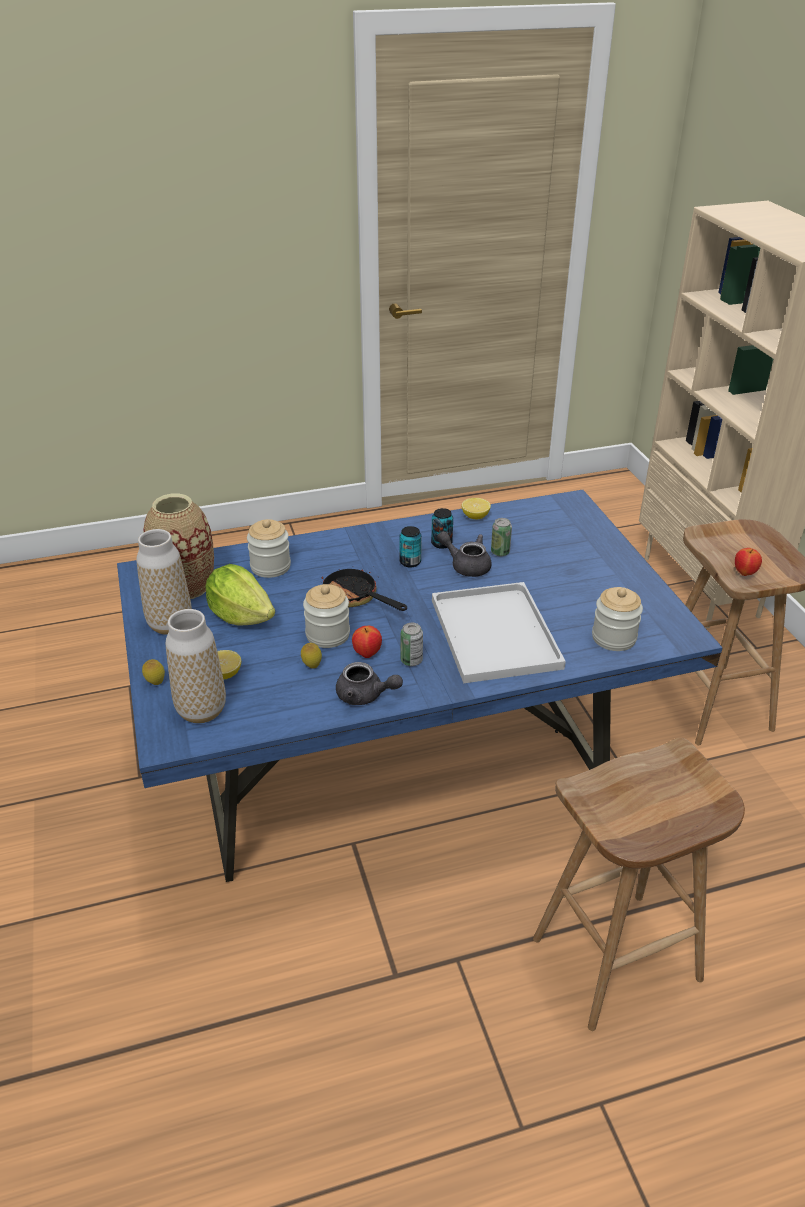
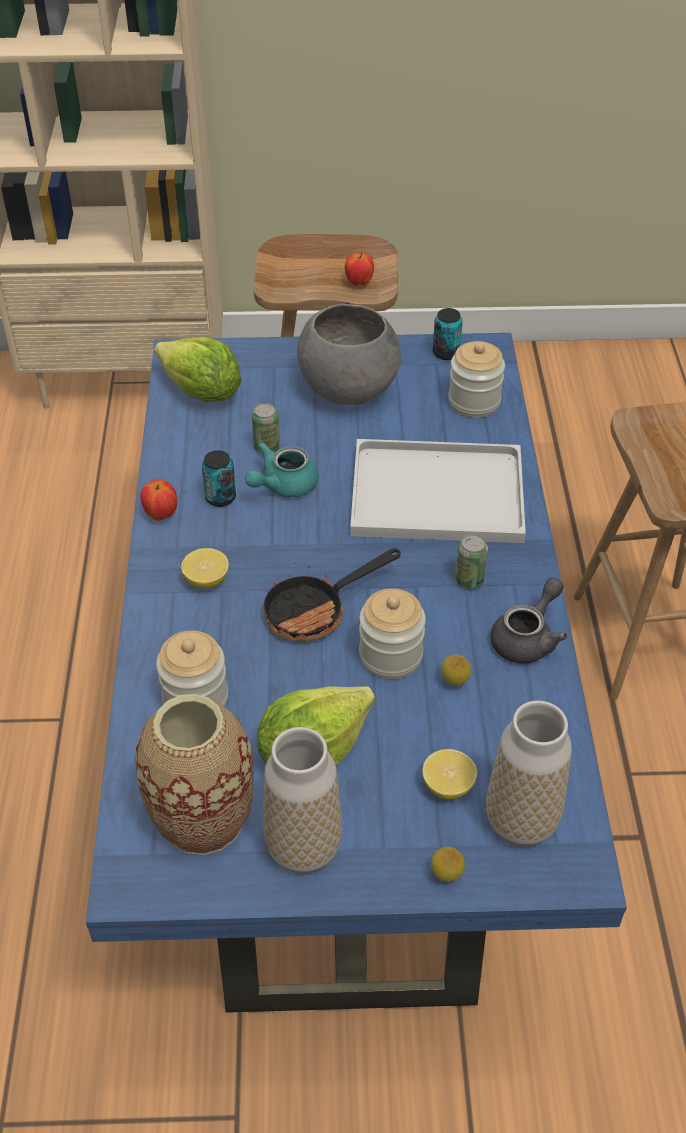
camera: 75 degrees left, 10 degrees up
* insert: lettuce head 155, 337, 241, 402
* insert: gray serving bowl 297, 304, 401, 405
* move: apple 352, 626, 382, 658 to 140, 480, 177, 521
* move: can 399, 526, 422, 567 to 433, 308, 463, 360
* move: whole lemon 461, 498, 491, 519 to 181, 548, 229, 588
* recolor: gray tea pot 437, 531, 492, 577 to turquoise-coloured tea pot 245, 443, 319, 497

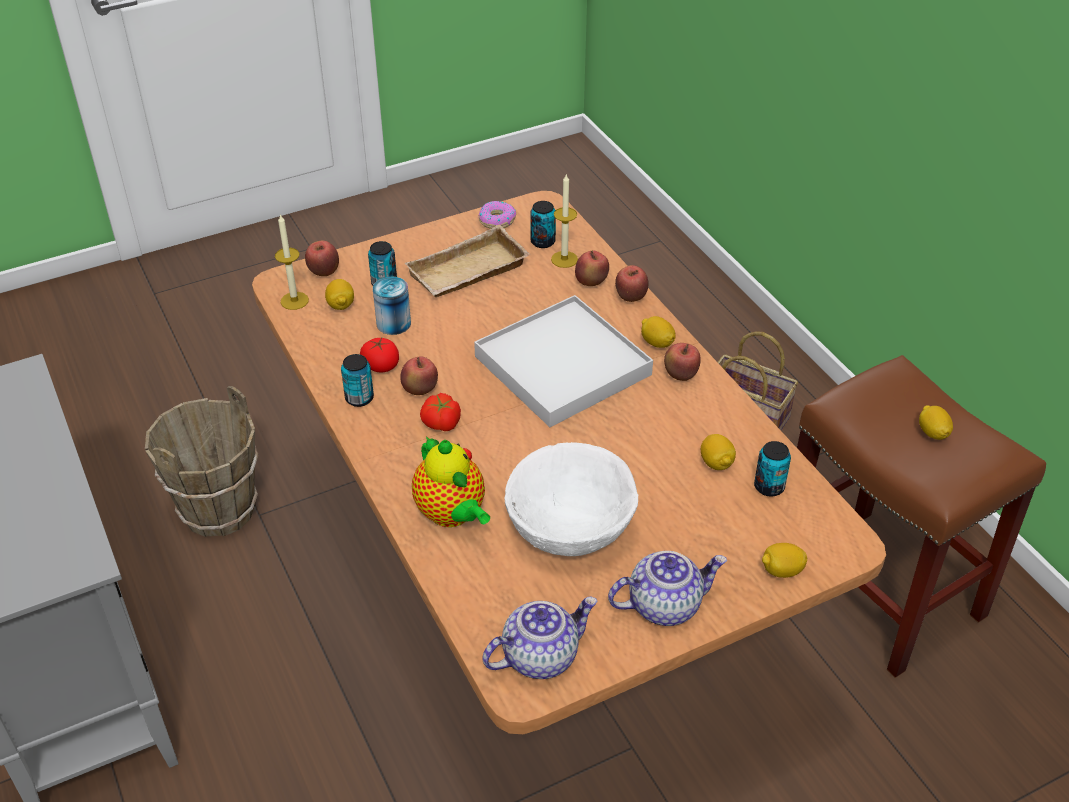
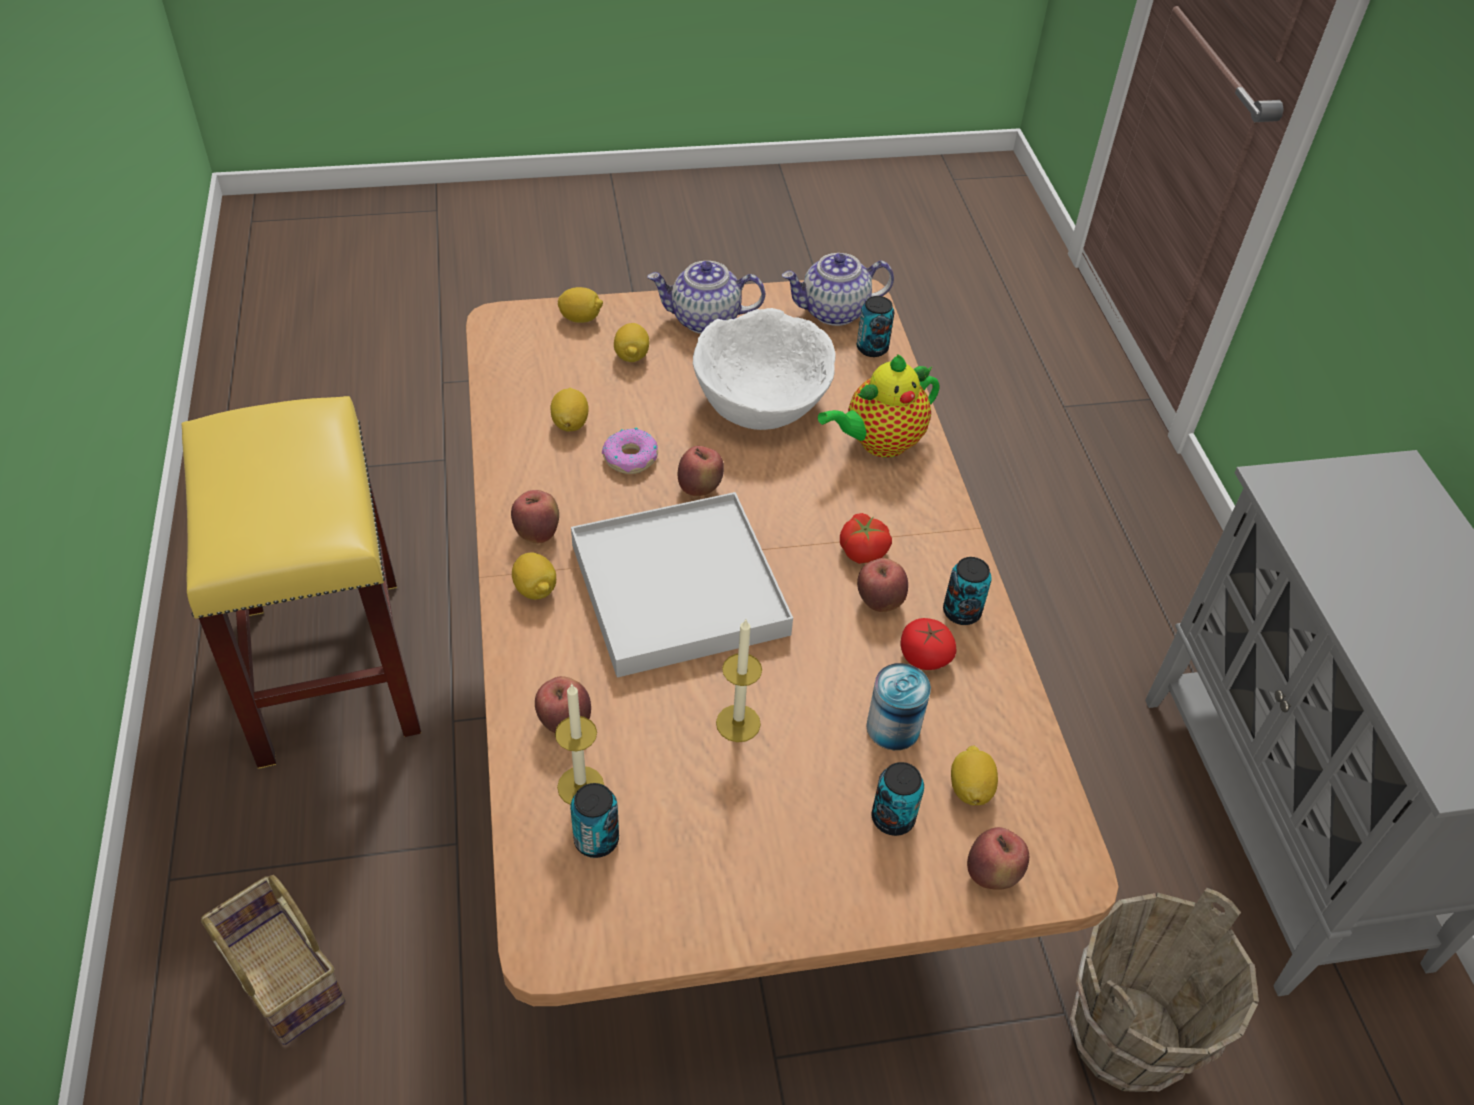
camera: 165 degrees left, 5 degrees up
* delete: beige serving tray 404, 225, 531, 297
* move: wax light 275, 214, 309, 310 to 716, 620, 762, 742
* move: ring doughnut 479, 201, 516, 229 to 602, 427, 658, 474
* move: apple 615, 265, 649, 302 to 678, 446, 724, 496
* move: can 754, 441, 791, 497 to 857, 296, 894, 357
* move: whole lemon 919, 405, 953, 440 to 614, 323, 649, 362
* recolor: brown stool seat 797, 355, 1046, 678 to yellow-coloured stool seat 181, 396, 421, 769
* rotate: tea pot 412, 436, 490, 527 = 818, 354, 940, 457 105 degrees counterclockwise

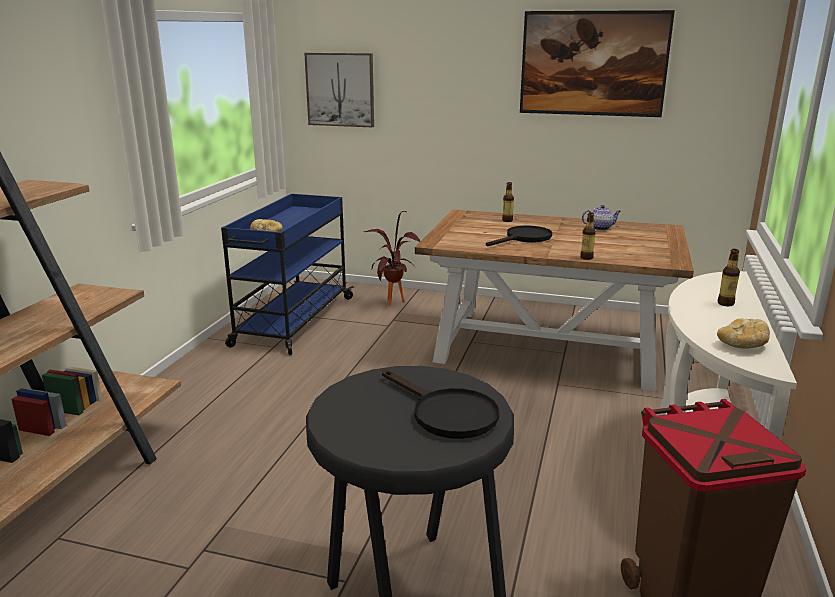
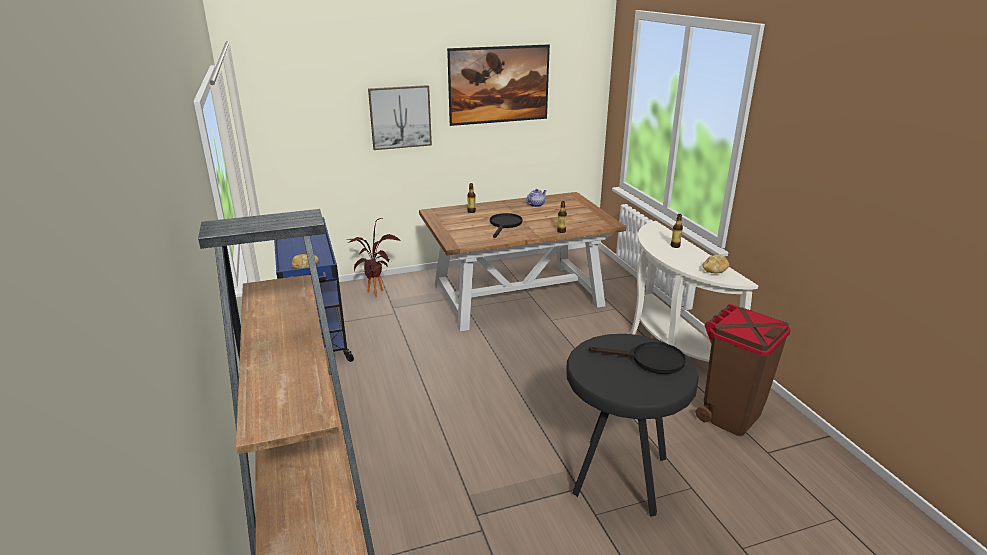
camera: 35 degrees left, 5 degrees up
* move: picture 304, 53, 374, 128 to 368, 85, 432, 150

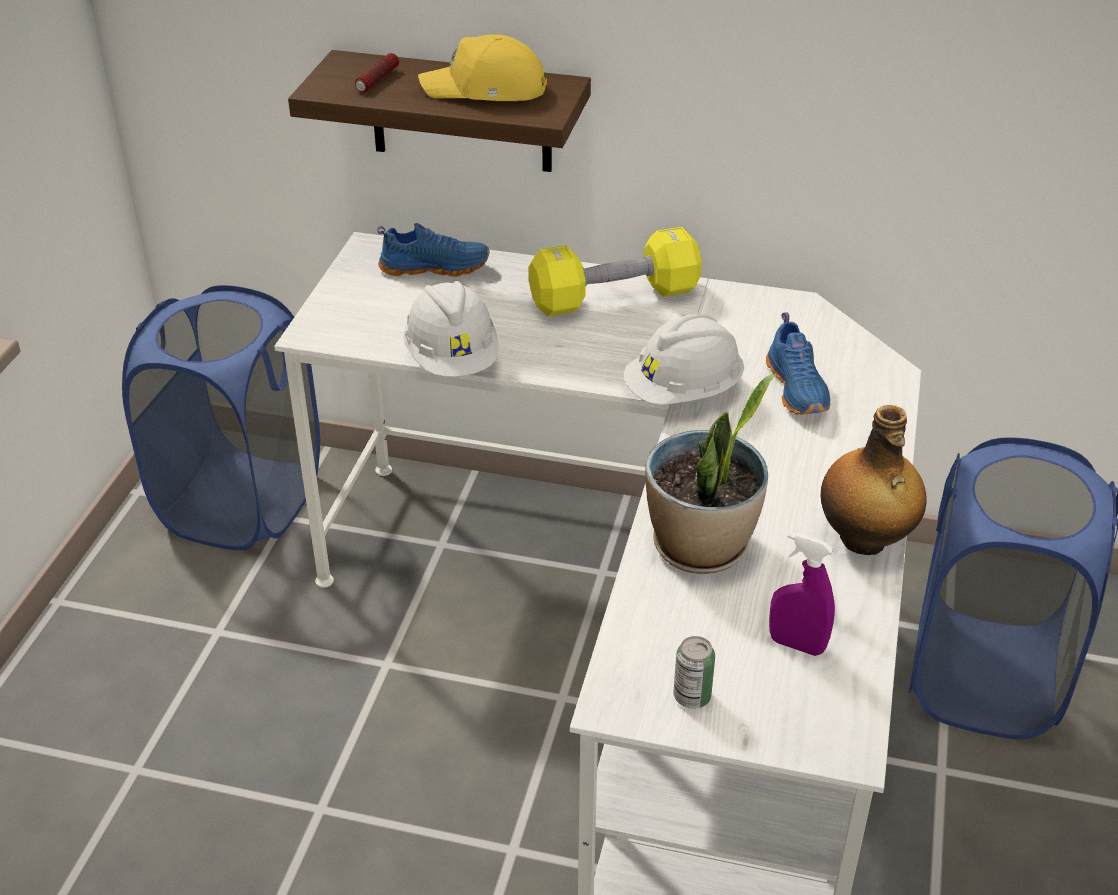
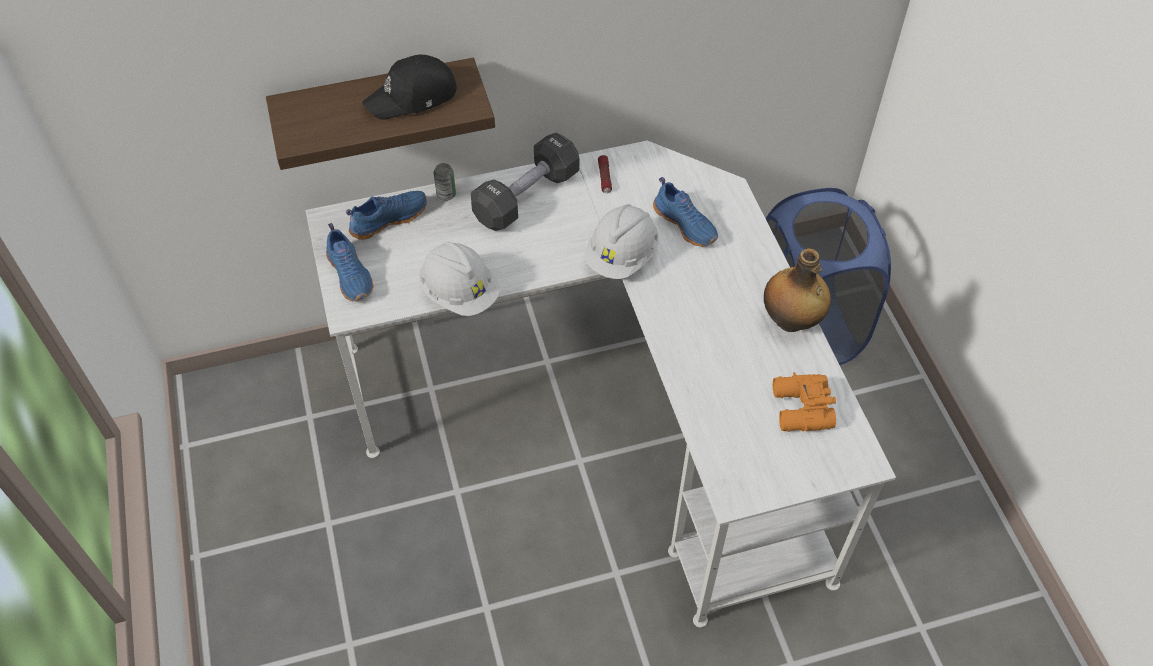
camera: 30 degrees left, 15 degrees up
* delete: blue laundry basket 122, 285, 320, 551
* delete: potted plant 645, 374, 776, 574
* insert: blue shoe 326, 223, 373, 301
* move: flashlight 355, 53, 399, 92 to 598, 155, 612, 193
* move: can 673, 636, 715, 709 to 434, 163, 456, 201
* replace: purple spray bottle 769, 532, 835, 656 to orangey pair of binoculars 773, 372, 836, 432
* recolor: yellow-coloured baseball cap 418, 34, 547, 101 to blackish baseball cap 362, 55, 457, 120
* recolor: yellow-coloured hand weight 529, 227, 702, 317 to blackish hand weight 471, 133, 579, 231

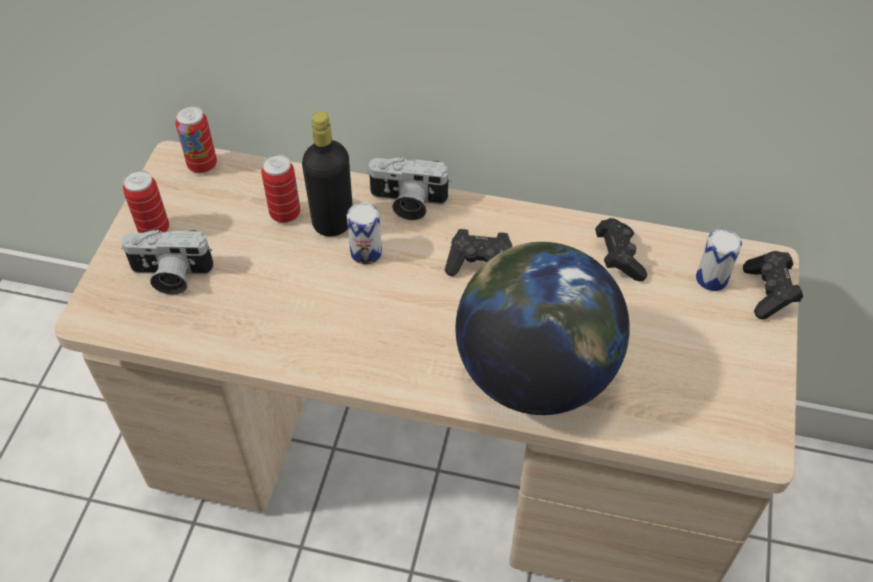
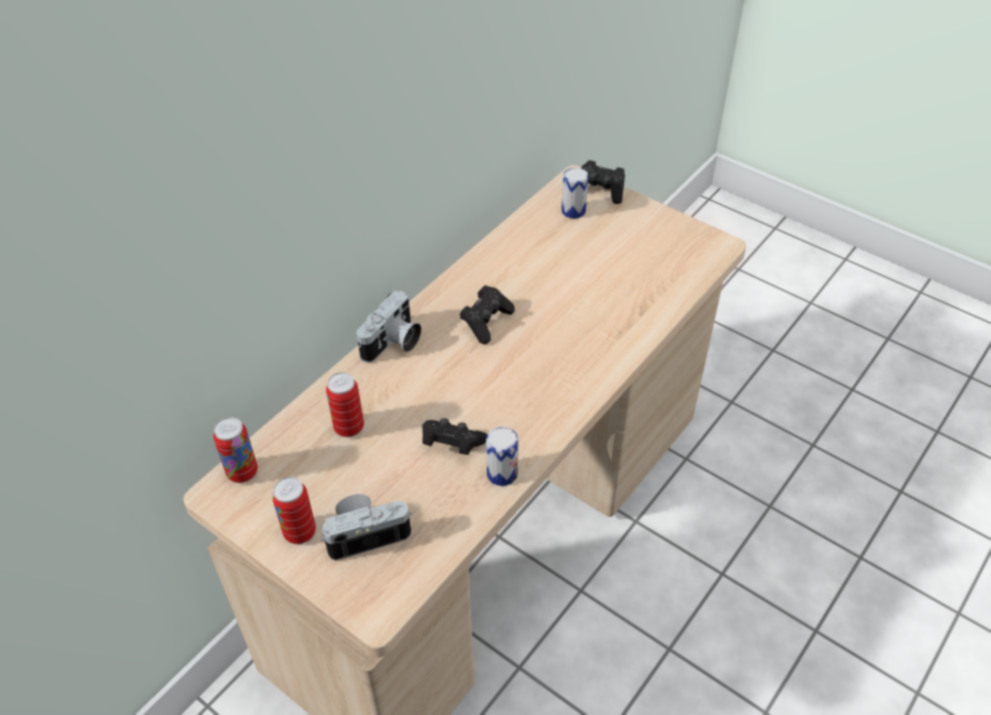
camera: 65 degrees left, 5 degrees down
* delete: blackish bottle 302, 111, 353, 237
* delete: globe 456, 242, 630, 415
* move: can 347, 203, 382, 264 to 486, 427, 518, 486
* move: blackish joypad 595, 218, 647, 282 to 422, 418, 487, 455
* rotate: still camera 121, 230, 214, 295 = 321, 494, 412, 561 135 degrees counterclockwise

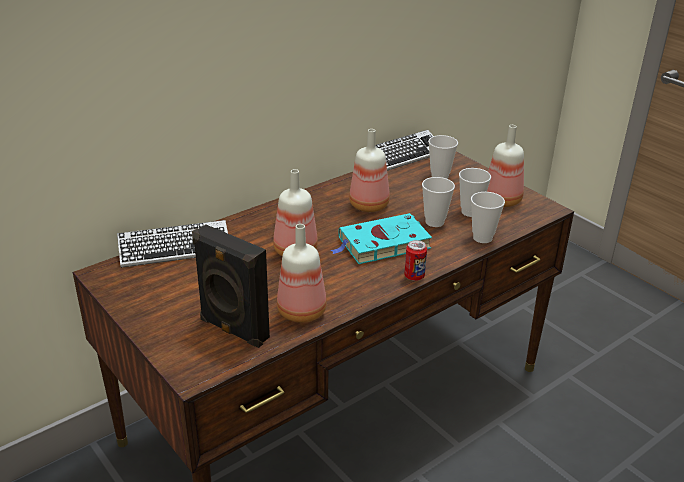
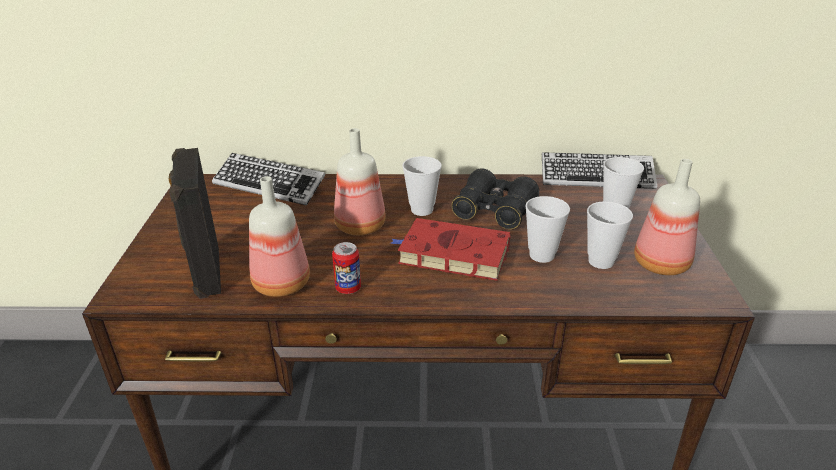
camera: 40 degrees right, 0 degrees up
* move: can 404, 240, 427, 281 to 332, 242, 361, 294
* move: small cup 471, 192, 505, 243 to 402, 156, 442, 216
* replace: bottle 349, 129, 390, 212 to blackish pair of binoculars 451, 168, 539, 229
* recolor: turquoise-coloured bound book 330, 213, 432, 264 to red bound book 390, 218, 511, 281

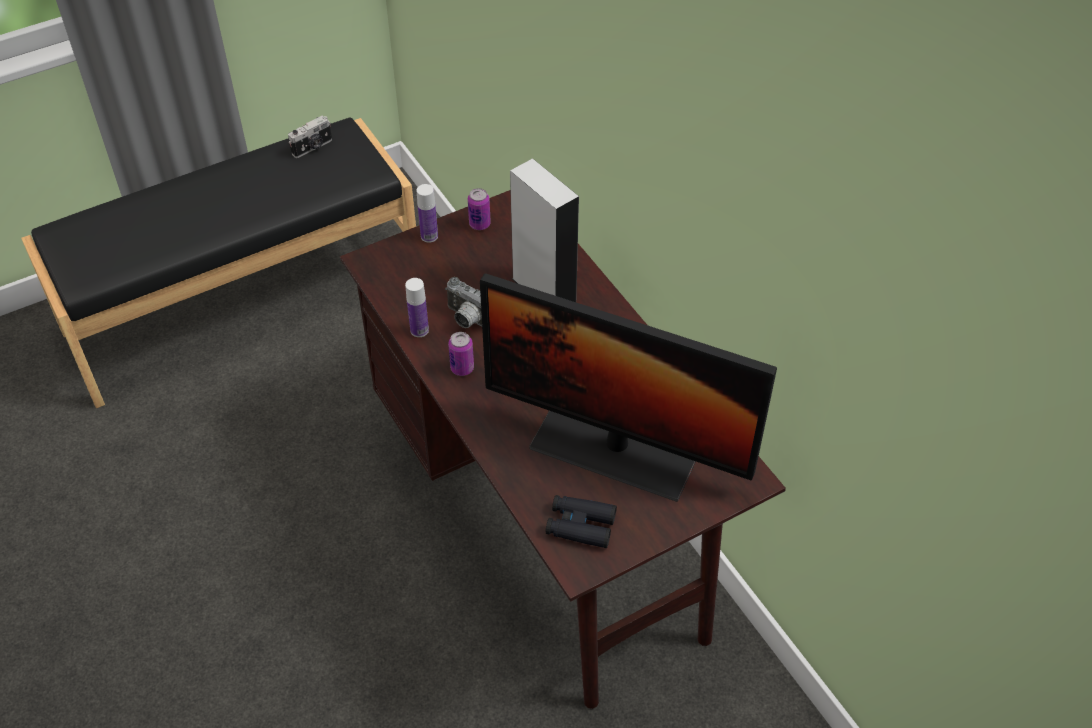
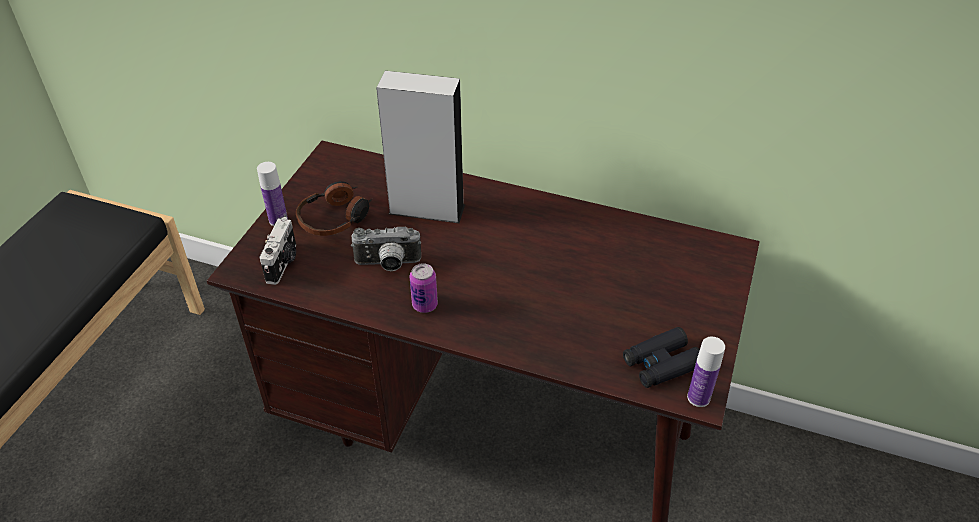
camera: 40 degrees left, 5 degrees down
* delete: can 468, 188, 491, 230
* delete: monitor 480, 273, 777, 502
* insert: headset 296, 181, 372, 236
* move: still camera 288, 115, 332, 158 to 259, 217, 296, 285
* move: bottle 405, 278, 429, 337 to 687, 337, 725, 407

